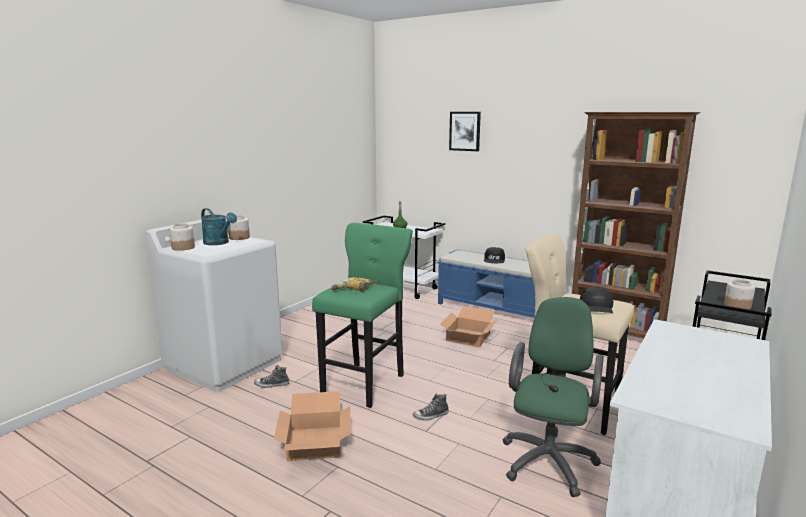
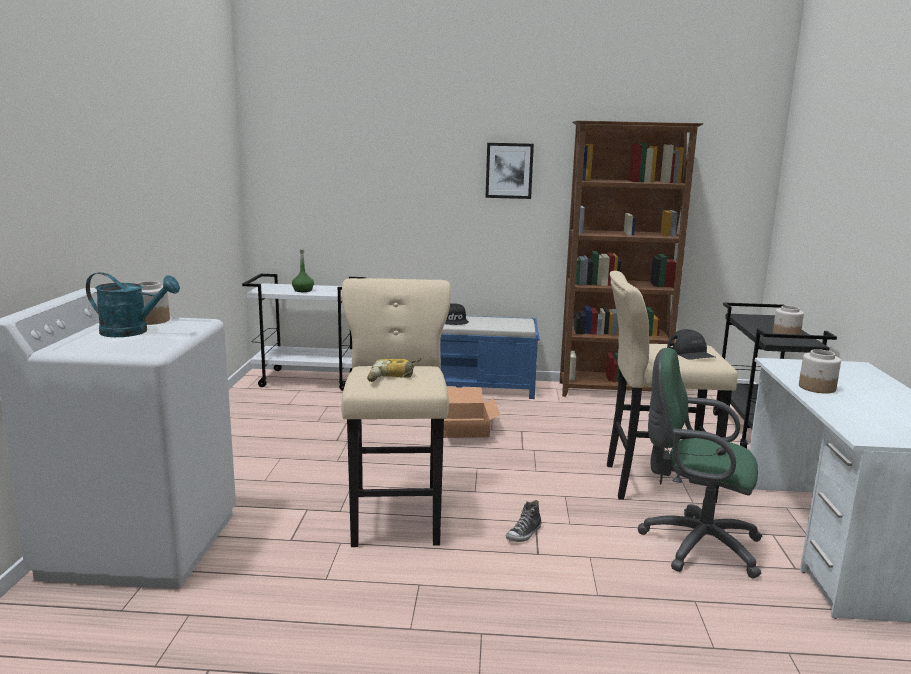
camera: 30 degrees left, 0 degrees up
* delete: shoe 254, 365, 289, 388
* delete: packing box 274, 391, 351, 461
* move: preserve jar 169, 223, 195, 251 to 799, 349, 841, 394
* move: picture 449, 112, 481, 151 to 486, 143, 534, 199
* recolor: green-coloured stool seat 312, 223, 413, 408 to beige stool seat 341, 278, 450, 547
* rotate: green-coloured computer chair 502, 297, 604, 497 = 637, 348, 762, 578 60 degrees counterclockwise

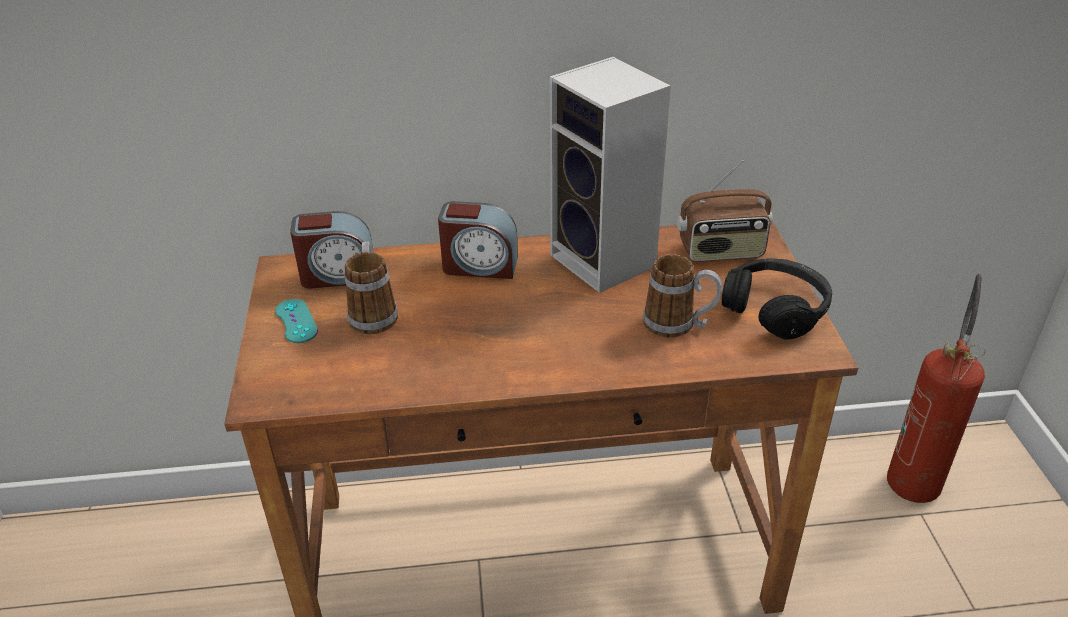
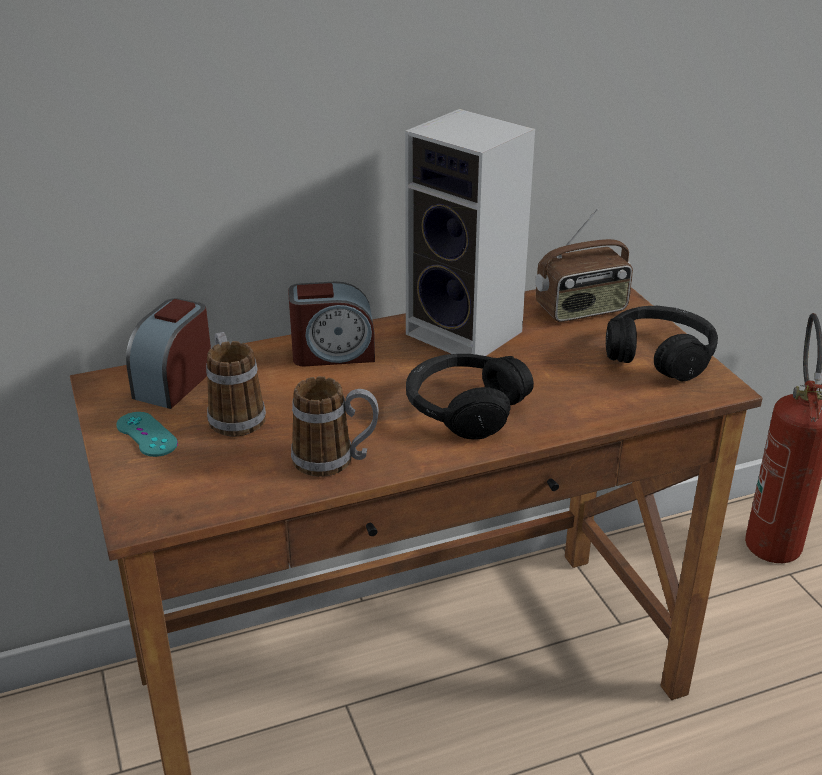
camera: 15 degrees left, 5 degrees down
* insert: blackish headset 406, 354, 534, 440
* move: mug 643, 254, 722, 338 to 291, 376, 379, 477
* rotate: table clock 290, 211, 373, 289 = 126, 298, 211, 409 135 degrees clockwise

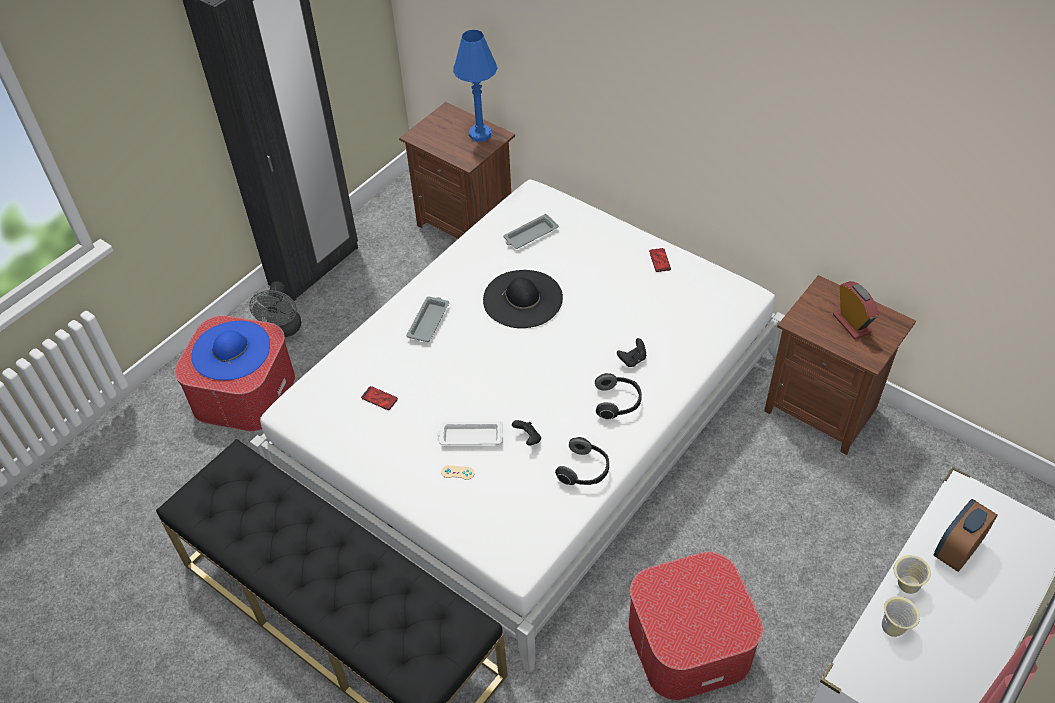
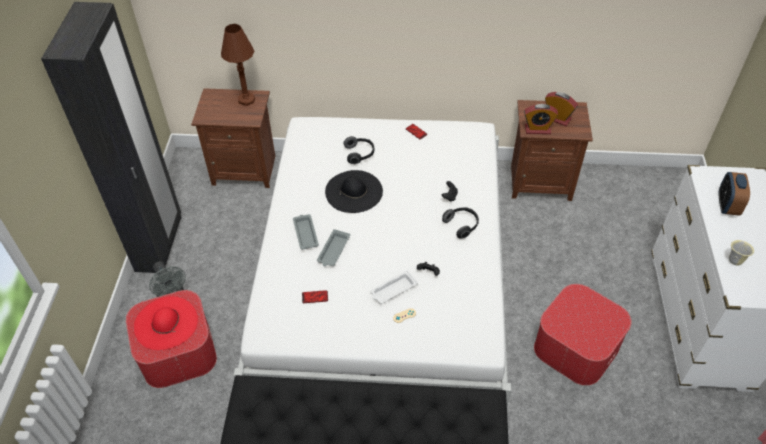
camera: 35 degrees left, 0 degrees up
* delete: beige mug 893, 555, 931, 594
* insert: table clock 524, 104, 558, 134
* move: gray serving tray 503, 214, 559, 249 to 317, 229, 350, 266
* move: headset 555, 437, 609, 485 to 343, 136, 374, 164
* recolor: blue wearable hat 191, 321, 270, 380 to red wearable hat 134, 296, 198, 350
* recolor: blue tabletop lamp 453, 30, 498, 142 to brown tabletop lamp 221, 24, 255, 106

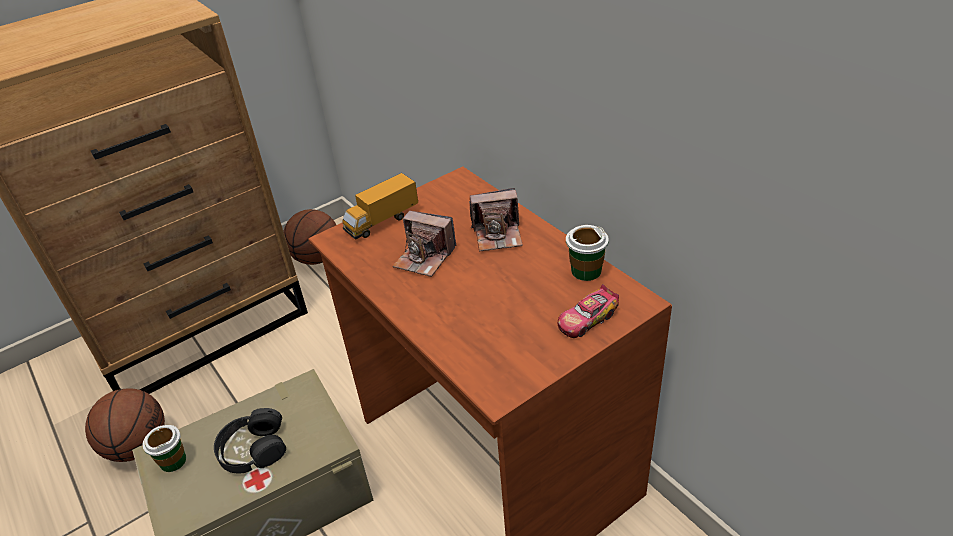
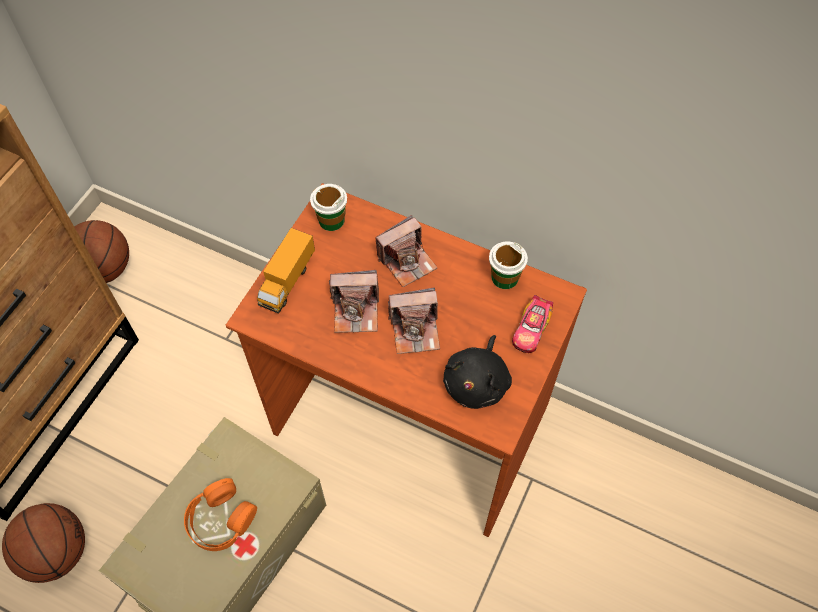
camera: 30 degrees left, 20 degrees up
* insert: still camera 388, 287, 440, 354
* insert: blackish soft toy 443, 335, 512, 409
* move: small cup 142, 425, 186, 472 to 310, 184, 347, 231
* recolor: blackish headset 214, 408, 286, 474 to orangey headset 184, 478, 257, 551

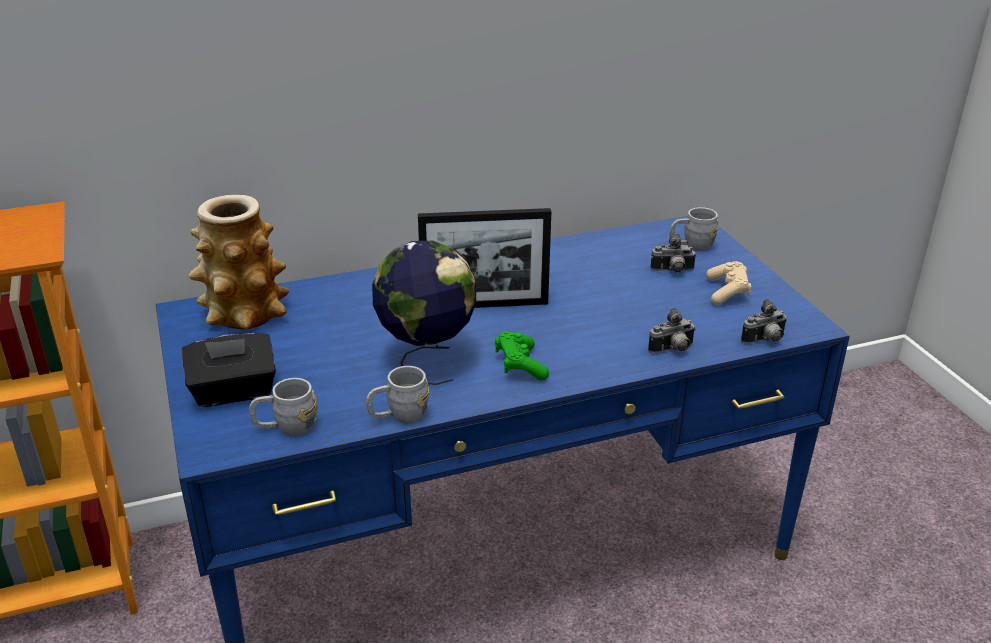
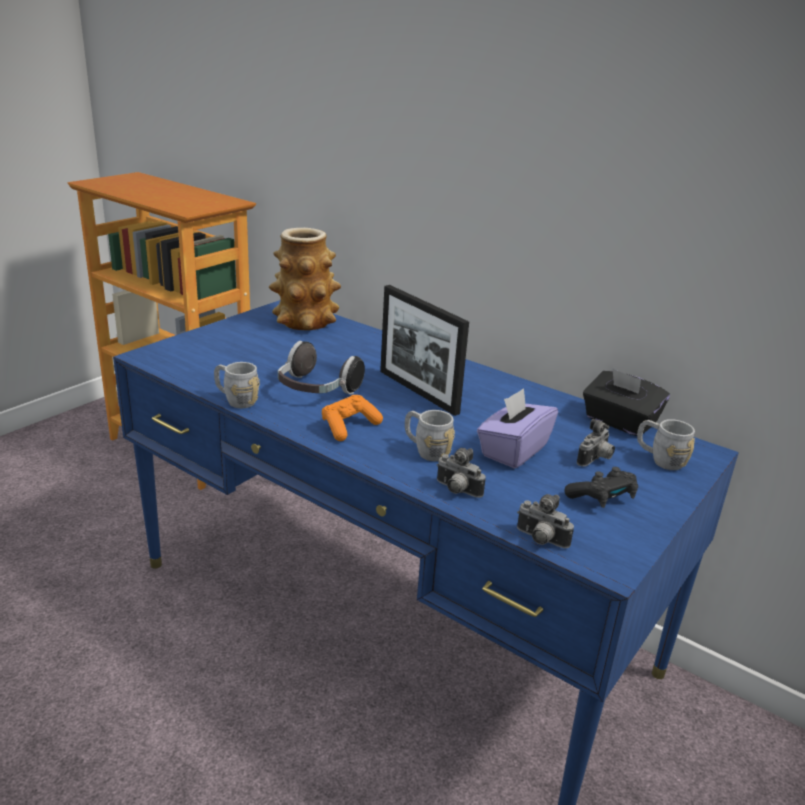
camera: 55 degrees right, 5 degrees down
* insert: purple box of tissues 477, 388, 558, 469
* move: blackish box of tissues 182, 333, 276, 407 to 583, 368, 670, 436
* move: gray mug 249, 378, 317, 437 to 405, 410, 455, 461
* replace: globe 372, 241, 476, 385 to headset 278, 341, 365, 394
* recolor: green-coloured joypad 495, 331, 549, 381 to orangey joypad 322, 395, 383, 441
* recolor: beige joypad 706, 261, 752, 305 to blackish joypad 564, 467, 638, 508
* rotate: still camera 650, 234, 696, 273 = 577, 419, 615, 467 105 degrees counterclockwise

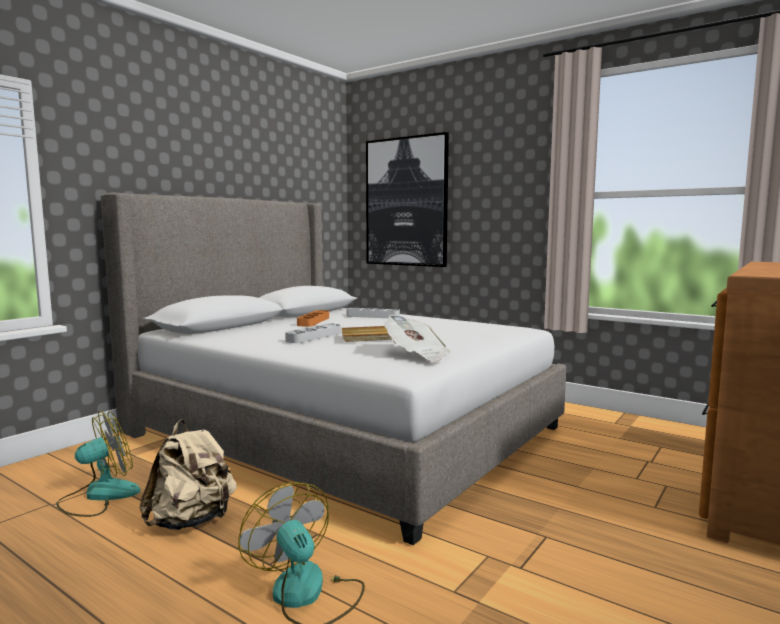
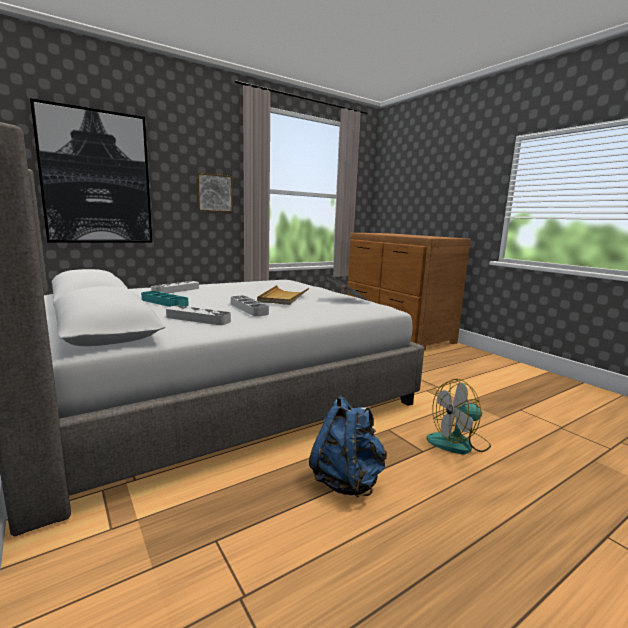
camera: 70 degrees left, 5 degrees up
* delete: cooling fan 56, 411, 140, 517
* insert: gray serving tray 166, 306, 231, 325
* insert: picture 196, 173, 233, 212
* recolor: beige knapsack 140, 420, 237, 530 to blue knapsack 309, 396, 387, 497
* recolor: orangey serving tray 297, 310, 329, 327 to turquoise-coloured serving tray 141, 291, 189, 307

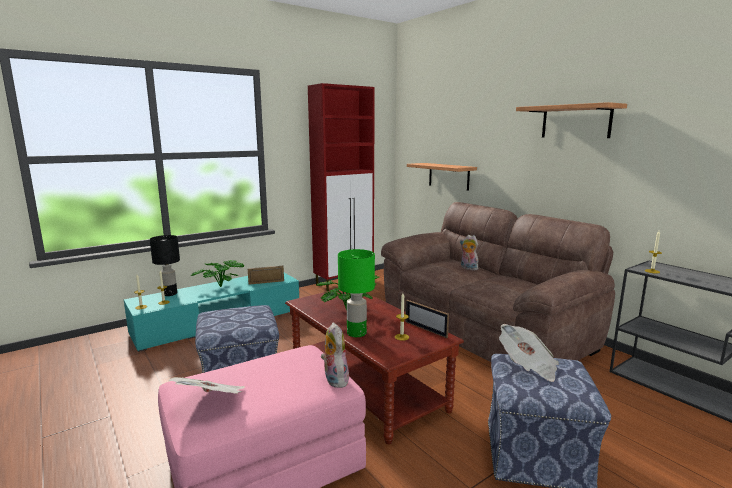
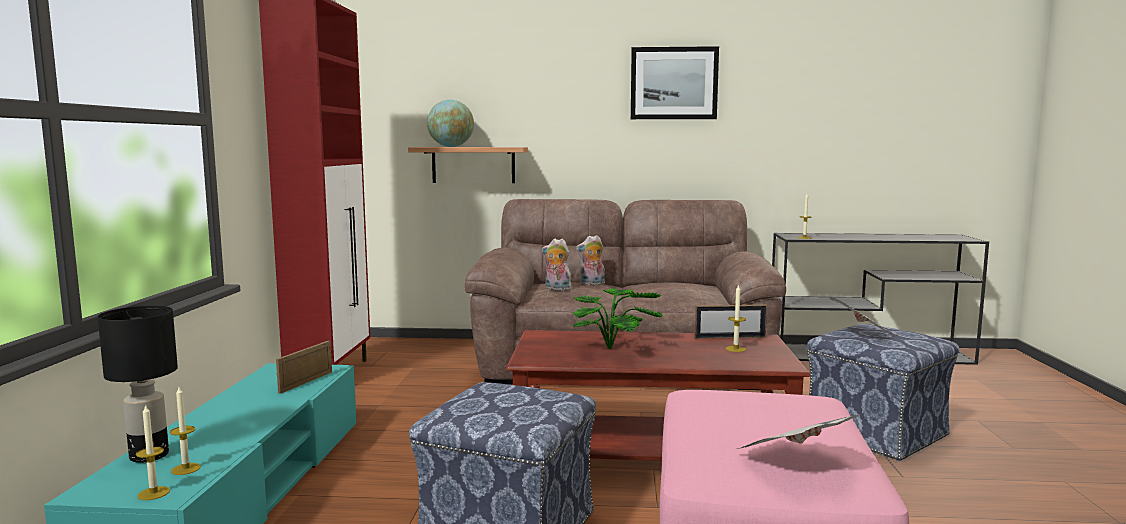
camera: 50 degrees left, 5 degrees down
* delete: potted plant 191, 260, 244, 287
* delete: green-coloured tabletop lamp 338, 249, 375, 337
* insert: globe 427, 100, 474, 147
* move: soft toy 321, 322, 349, 388 to 542, 239, 572, 291
* replace: bracket shelf 516, 102, 627, 138 to picture 631, 46, 719, 119

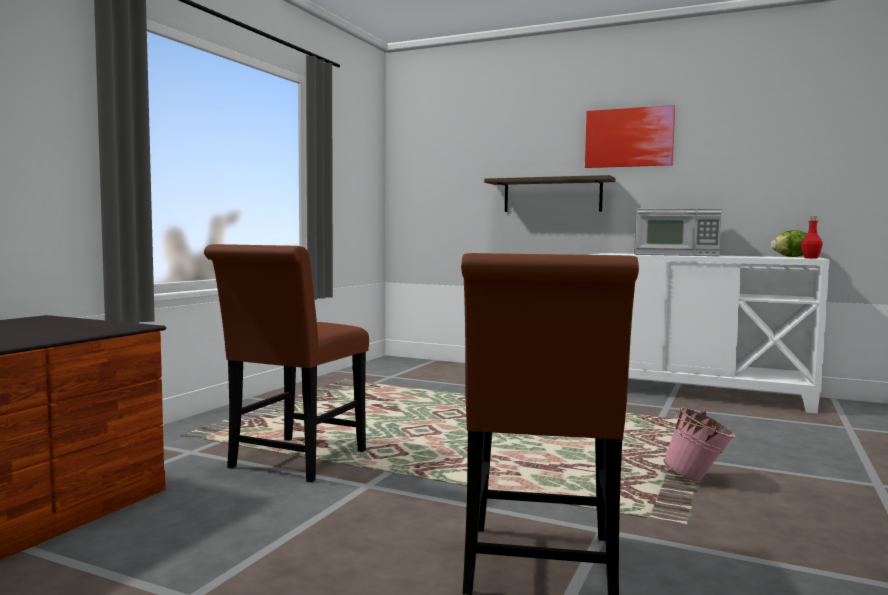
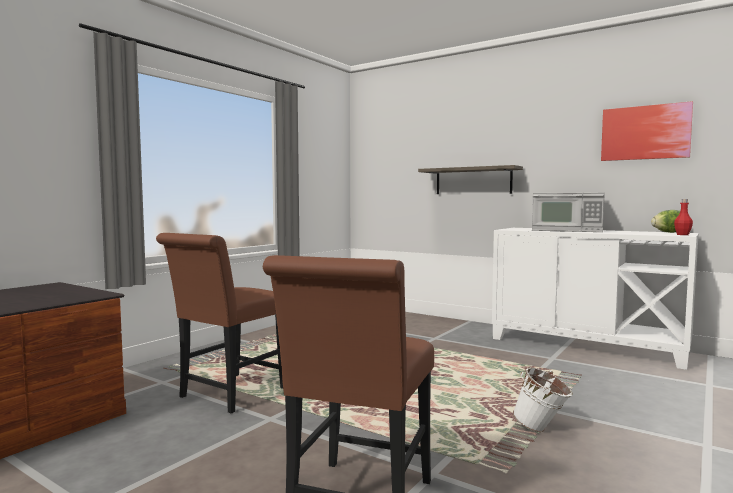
camera: 10 degrees right, 0 degrees up
* move: picture 585, 105, 675, 168 to 601, 101, 693, 161
* recolor: pink-coloured pail 663, 407, 736, 482 to whitish pail 513, 368, 573, 432

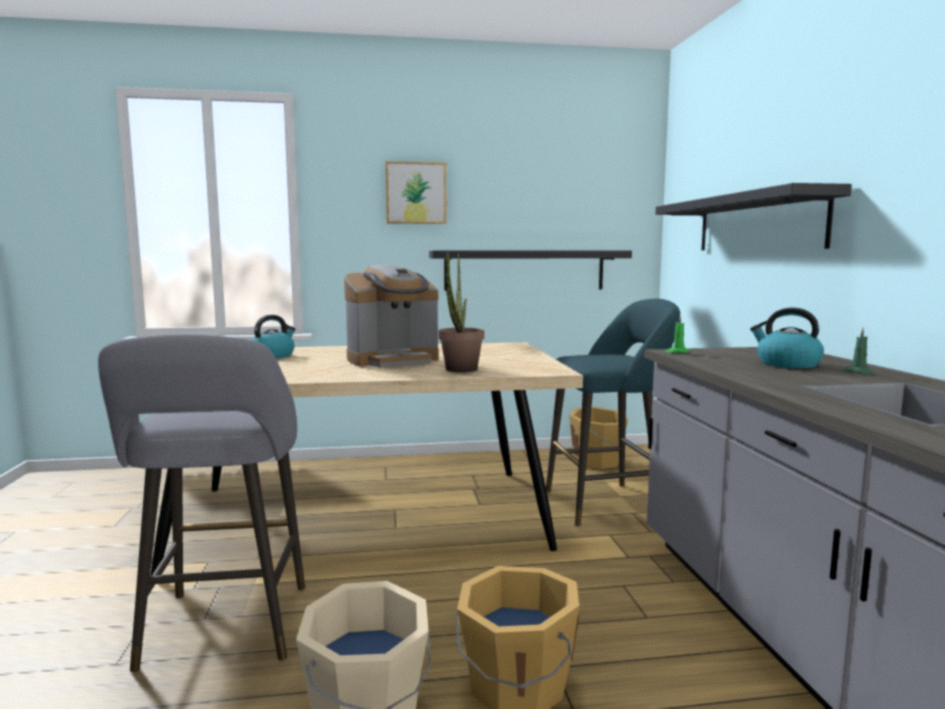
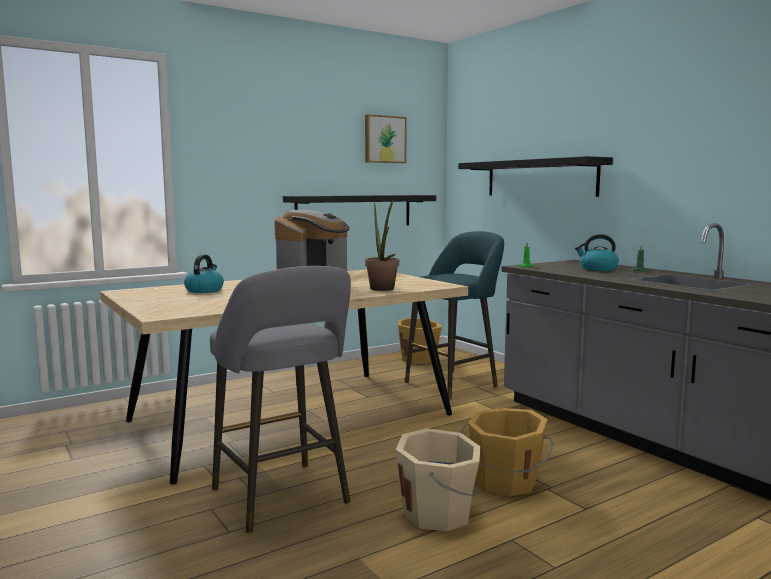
camera: 25 degrees left, 0 degrees up
* move: picture 386, 161, 447, 224 to 365, 114, 407, 163

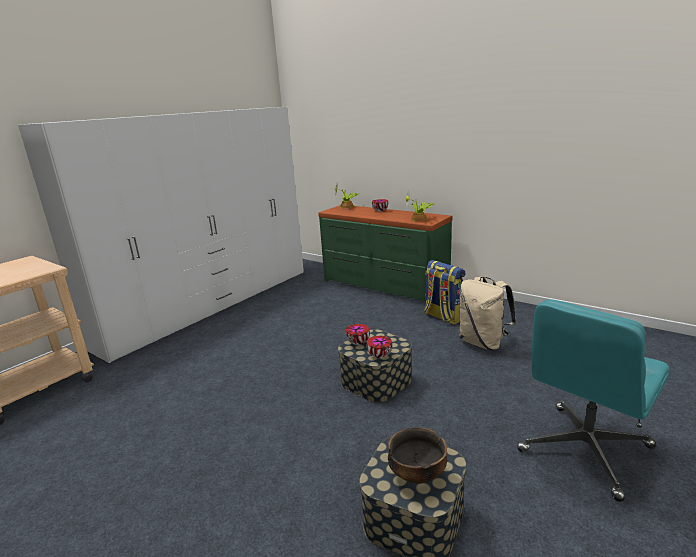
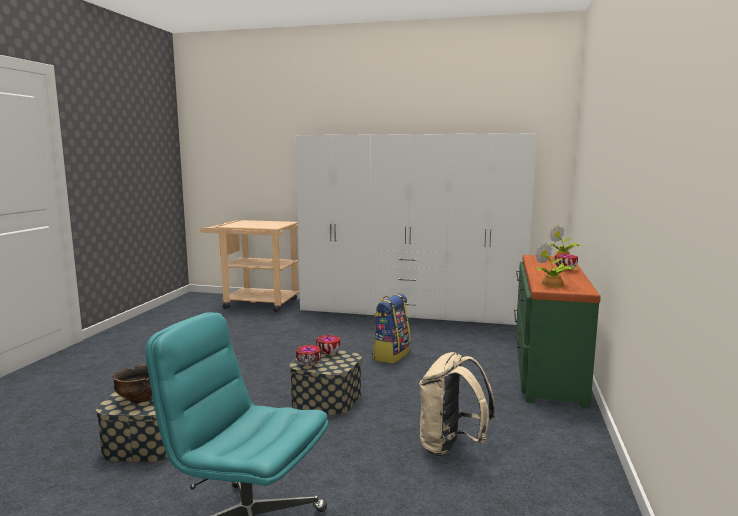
camera: 65 degrees right, 10 degrees down
* move: knapsack 424, 260, 465, 325 to 372, 293, 410, 364

